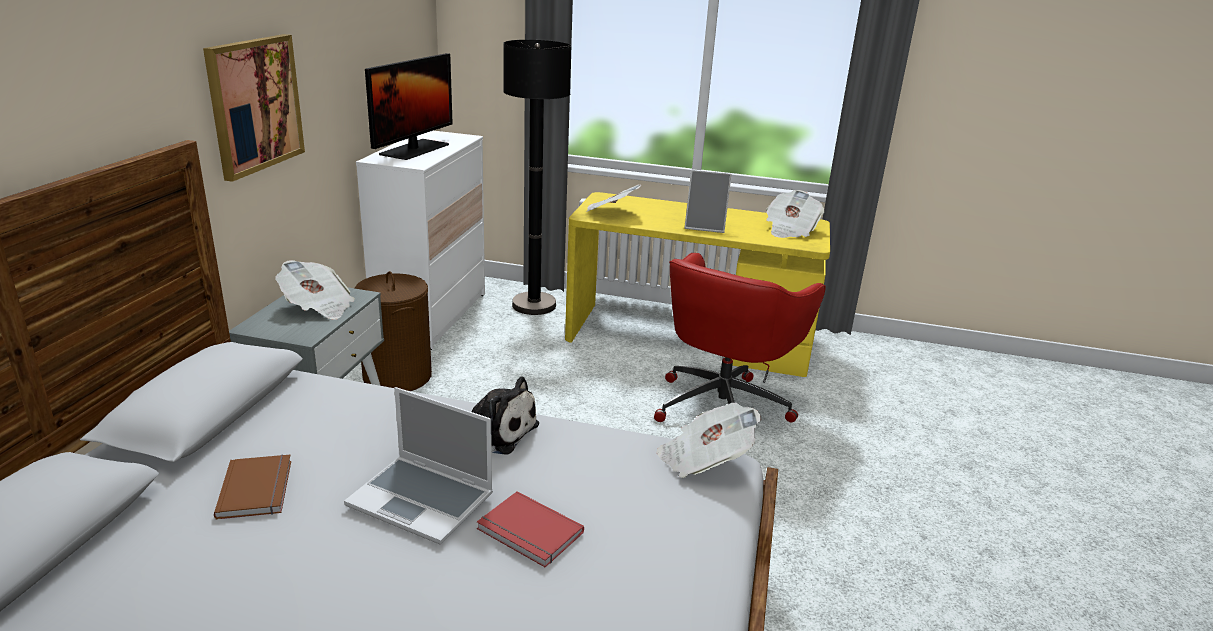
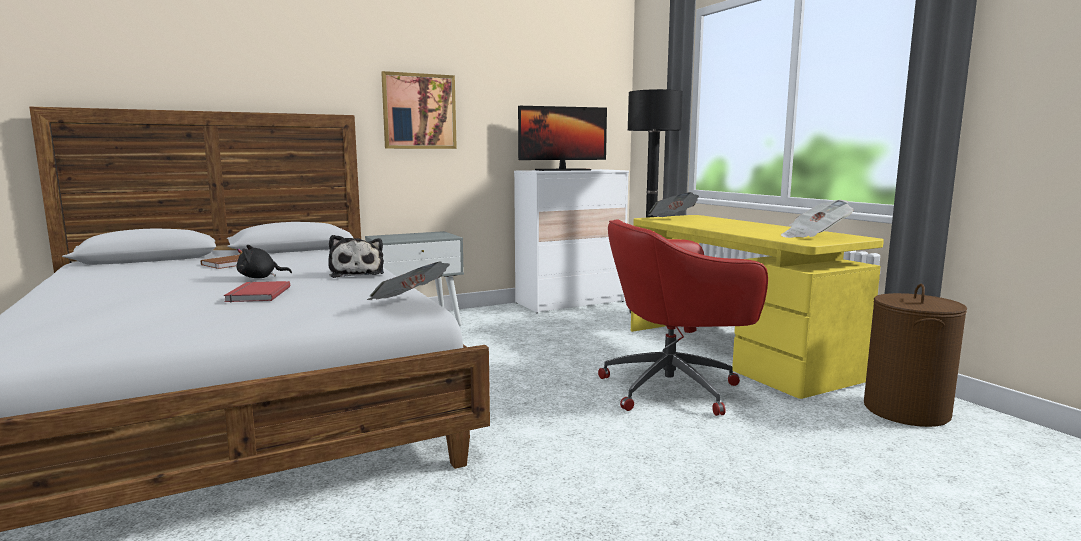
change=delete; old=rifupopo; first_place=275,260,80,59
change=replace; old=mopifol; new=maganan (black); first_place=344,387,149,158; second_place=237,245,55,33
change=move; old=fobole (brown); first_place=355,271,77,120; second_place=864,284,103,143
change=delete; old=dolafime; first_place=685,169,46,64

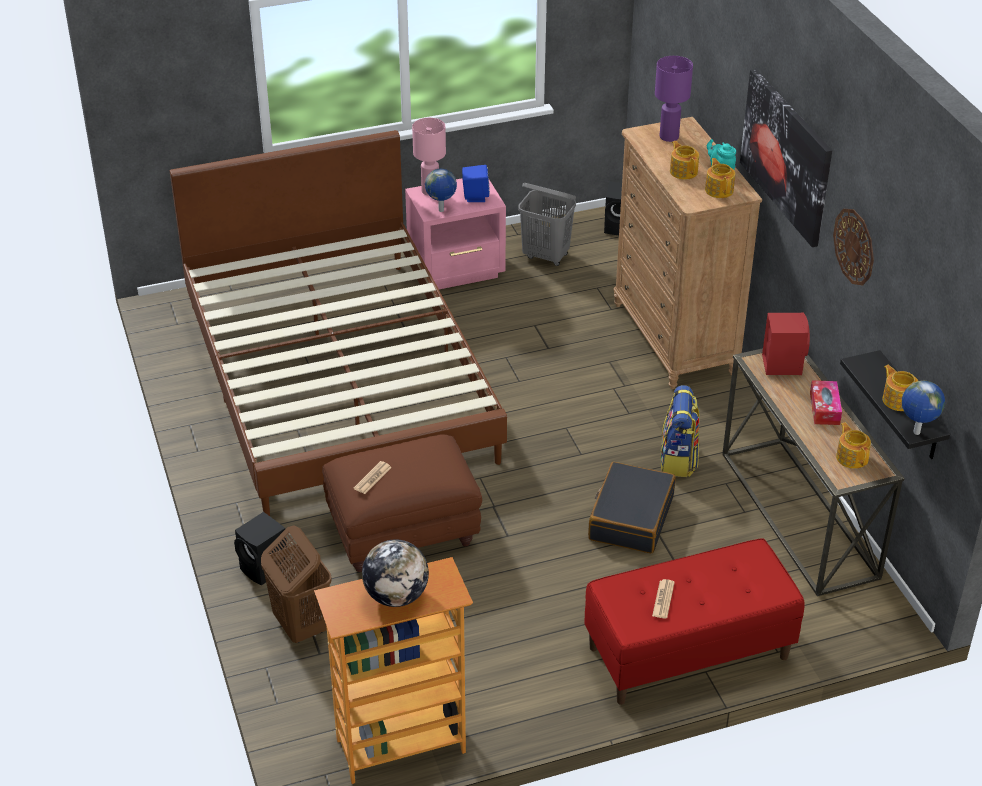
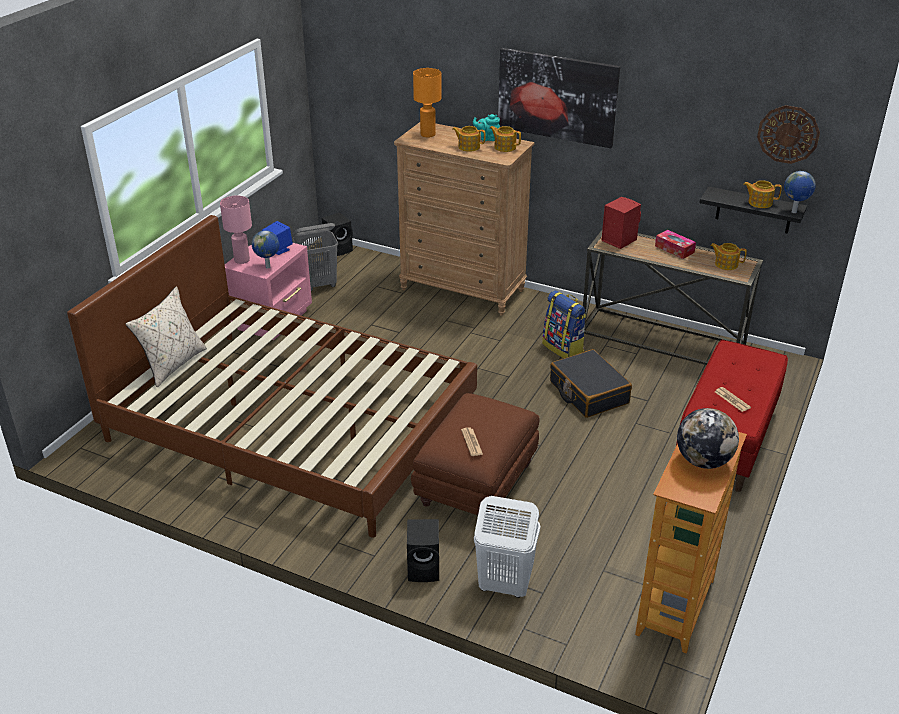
change=recolor; old=fobole (brown); new=fobole (white); first_place=261,525,71,118; second_place=474,496,67,102
change=recolor; old=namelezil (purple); new=namelezil (orange); first_place=655,56,38,86; second_place=413,68,29,69
change=move; old=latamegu; first_place=833,209,41,76; second_place=757,105,63,59
change=insert; new=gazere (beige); second_place=125,286,82,101

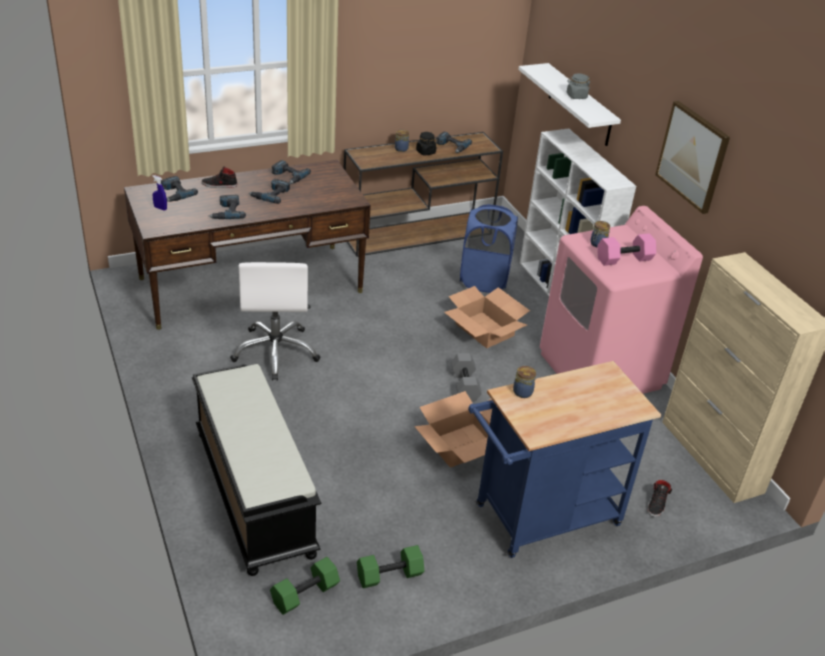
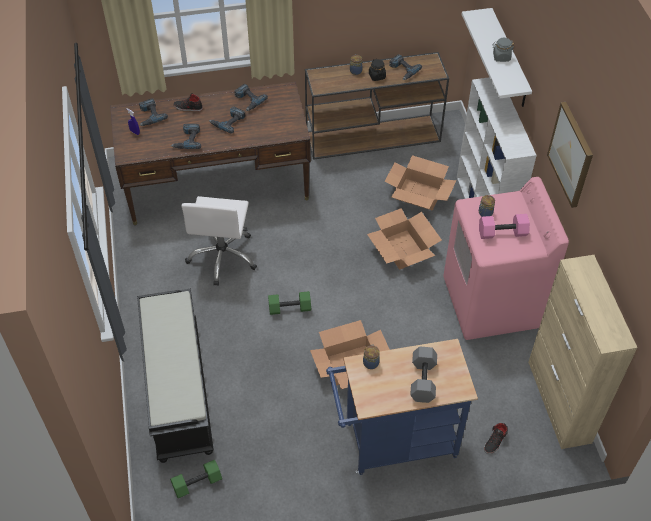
change=move; old=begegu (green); first_place=357,545,67,43; second_place=268,291,43,24
change=move; old=begegu (grey); first_place=451,353,31,49; second_place=410,346,27,57
change=replace; old=fobole (blue); new=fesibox; first_place=460,204,58,89; second_place=384,155,73,55

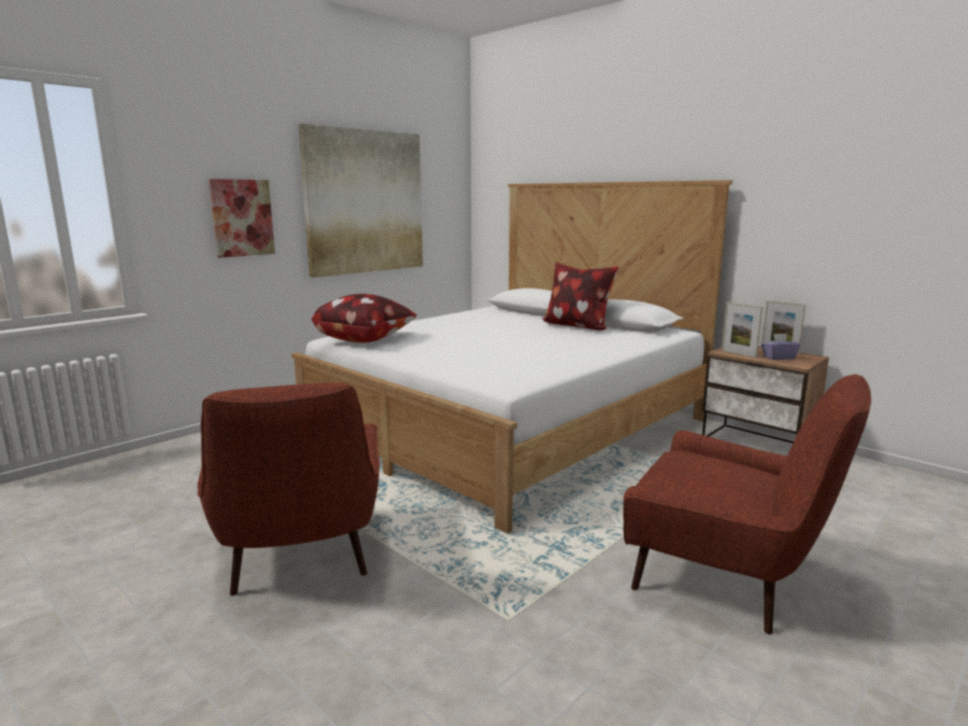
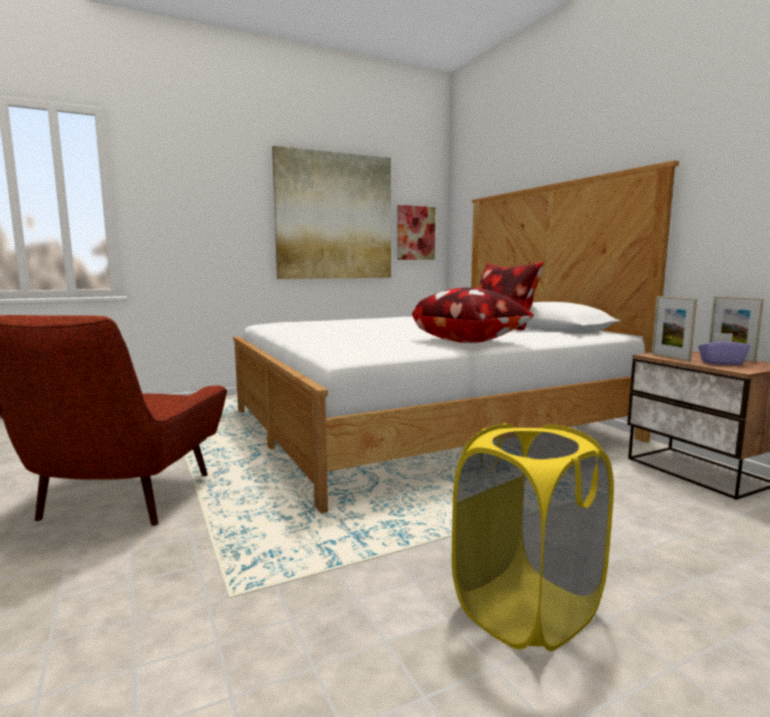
change=move; old=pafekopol; first_place=209,179,66,79; second_place=397,205,38,55
change=move; old=gazere; first_place=311,294,106,49; second_place=412,287,122,56
change=replace; old=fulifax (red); new=fobole (yellow); first_place=623,374,248,260; second_place=452,423,162,228

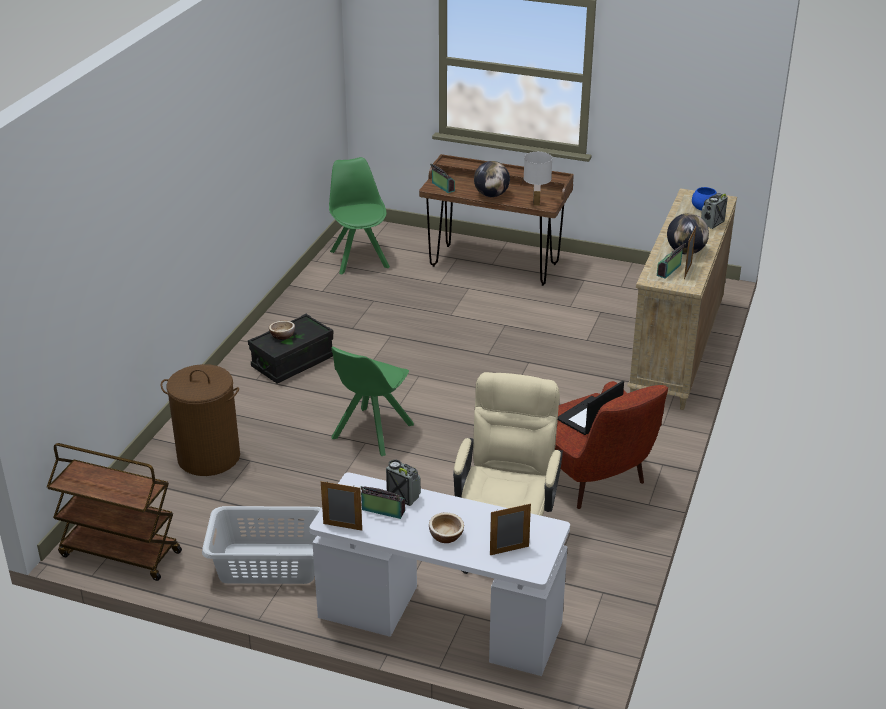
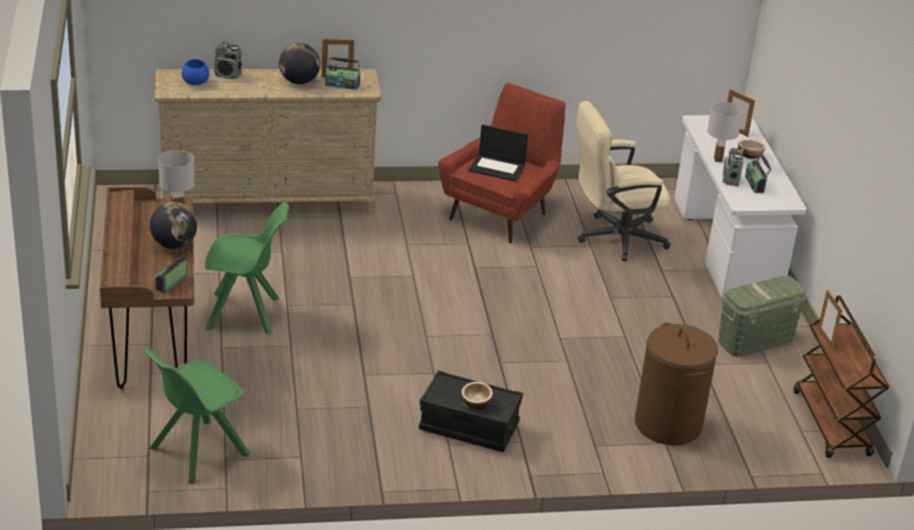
change=replace; old=fobole (grey); new=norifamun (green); first_place=202,506,119,78; second_place=718,275,88,82
change=move; old=dolafime; first_place=321,481,41,50; second_place=818,290,24,60
change=move; old=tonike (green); first_place=331,347,83,109; second_place=205,202,84,133
change=insert; new=namelezil (white); second_place=707,102,36,60

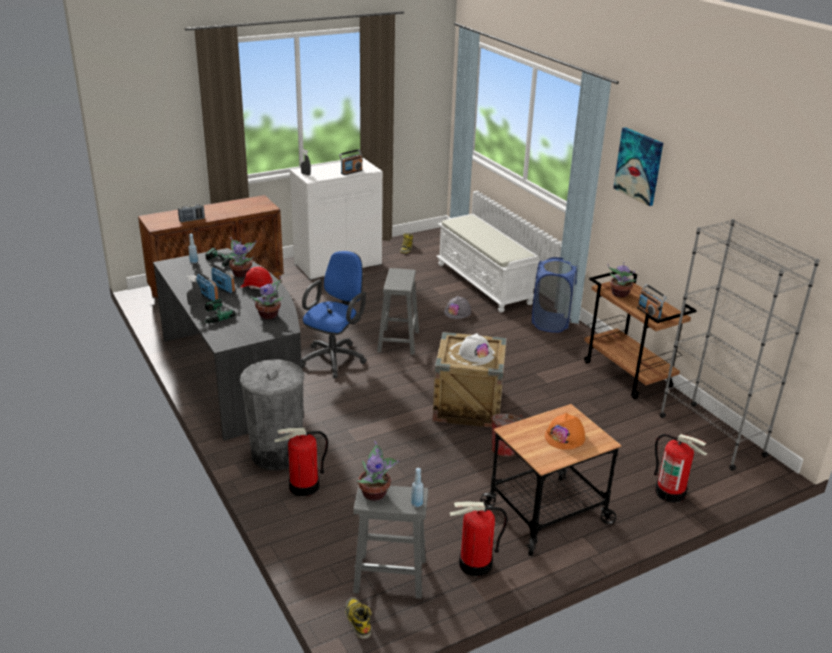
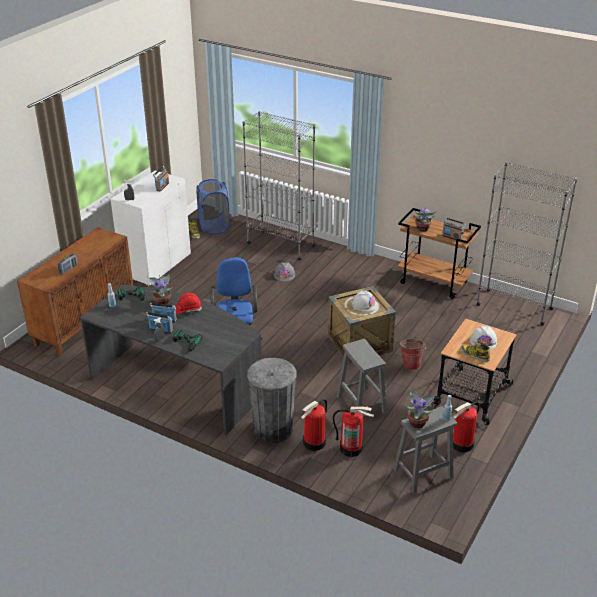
change=delete; old=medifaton; first_place=251,276,33,43
change=move; old=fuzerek; first_place=345,598,26,41; second_place=460,342,30,20
change=move; old=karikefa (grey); first_place=377,268,42,87; second_place=337,339,50,74
change=replace; old=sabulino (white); new=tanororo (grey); first_place=436,214,104,99; second_place=243,111,73,149
change=move; old=fobole (blue); first_place=532,257,46,76; second_place=196,179,34,55
change=recolor; old=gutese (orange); new=gutese (white); first_place=545,413,40,37; second_place=470,326,27,24
change=delete; old=pafekopol; first_place=613,127,50,79
change=move; old=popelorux; first_place=654,434,53,69; second_place=332,406,42,51

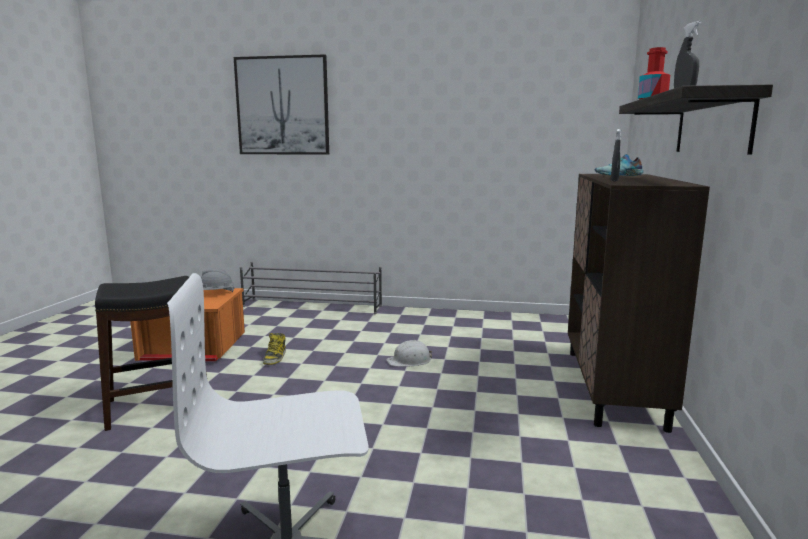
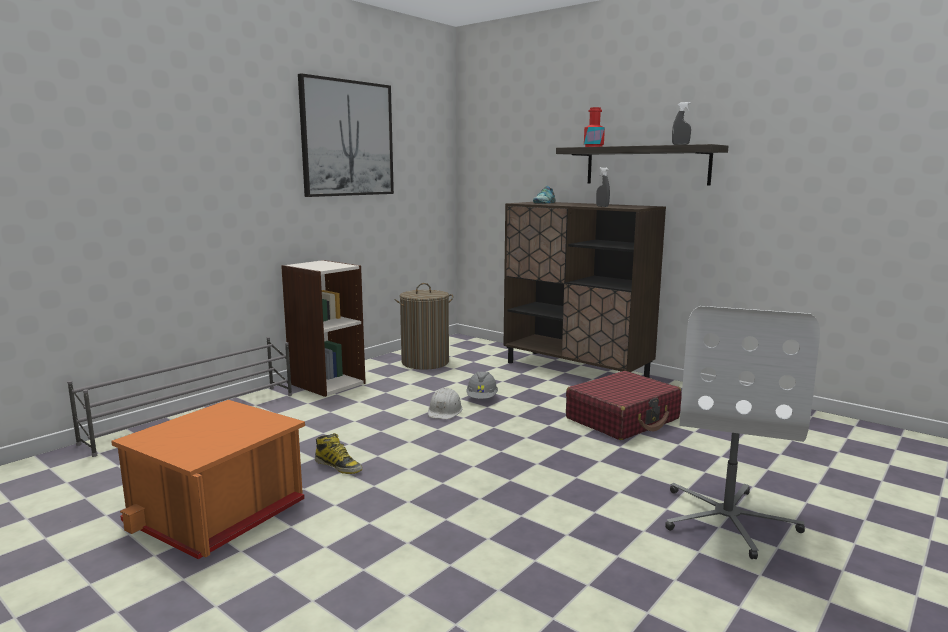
change=delete; old=karikefa (black); first_place=95,276,112,155
change=move; old=gutese (grey); first_place=201,268,34,24; second_place=467,371,31,28
change=move; old=pafekopol; first_place=234,54,95,101; second_place=298,73,96,124
change=insert; new=tanororo; second_place=281,260,85,137
change=insert; new=fobole; second_place=395,283,58,87
change=insert; new=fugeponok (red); second_place=566,371,116,69

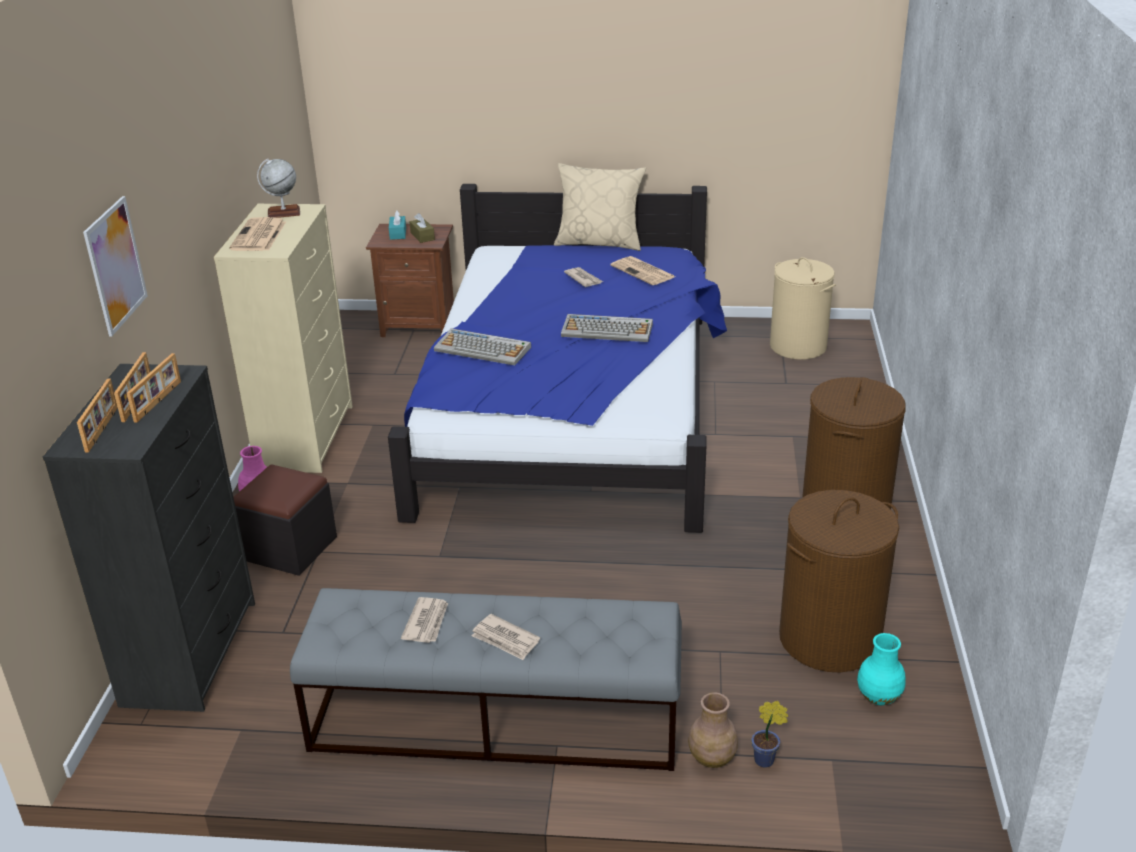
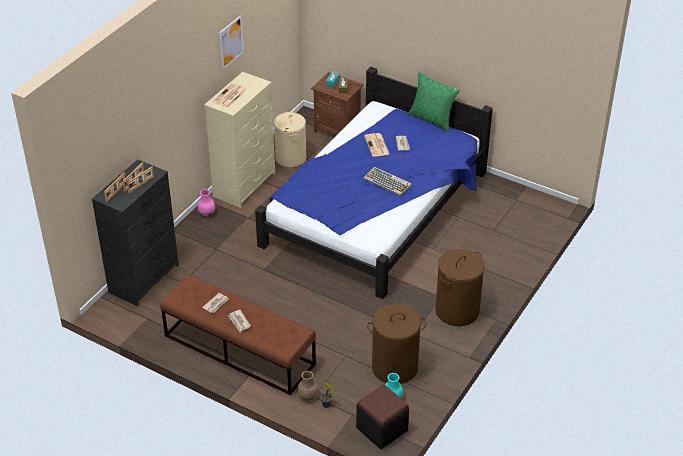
change=move; old=pafekopol; first_place=83,196,65,140; second_place=219,15,25,54
change=move; old=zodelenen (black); first_place=233,465,104,111; second_place=356,385,53,64
change=delete; old=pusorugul; first_place=257,159,43,59
change=recolor; old=sabulino (grey); new=sabulino (brown); first_place=290,588,392,183; second_place=160,275,156,120
change=delete; old=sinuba; first_place=434,328,97,37
change=recolor; old=gazere (beige); new=gazere (green); first_place=554,163,92,88; second_place=408,72,52,60
change=move; old=rifupopo; first_place=611,256,64,29; second_place=364,133,25,24
change=move; old=fobole (beige); first_place=770,257,66,103; second_place=274,112,32,55

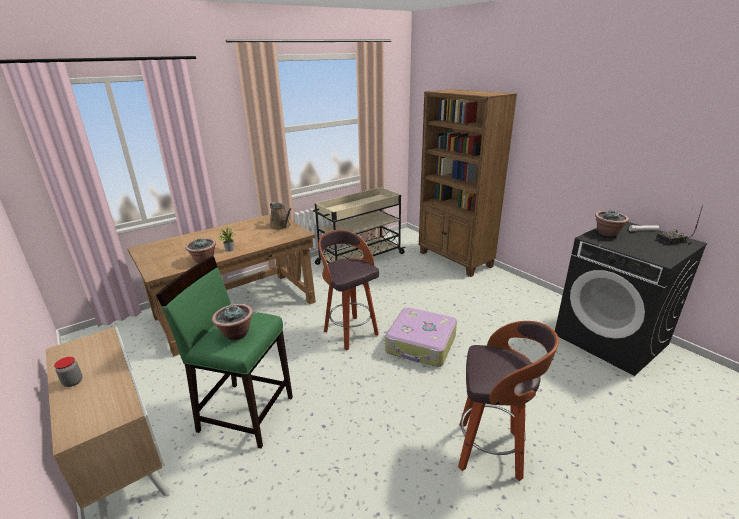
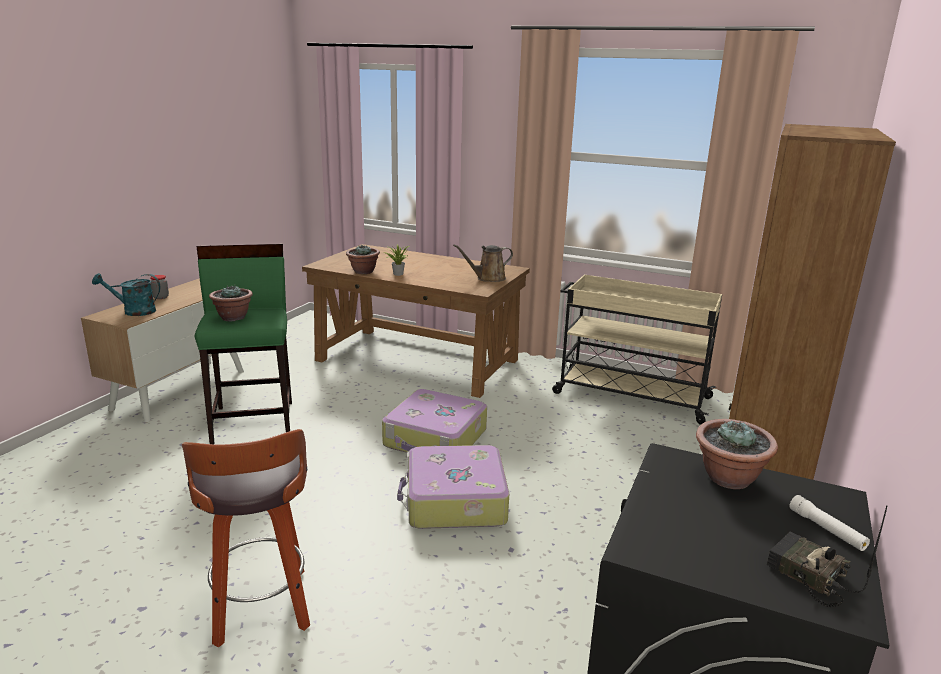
change=rotate; old=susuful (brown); first_place=270,202,21,28; second_place=453,244,60,38; degrees=45
change=replace; old=karikefa; new=fugeponok; first_place=318,230,61,120; second_place=382,389,105,64
change=insert; new=susuful (turquoise); second_place=92,273,68,43

